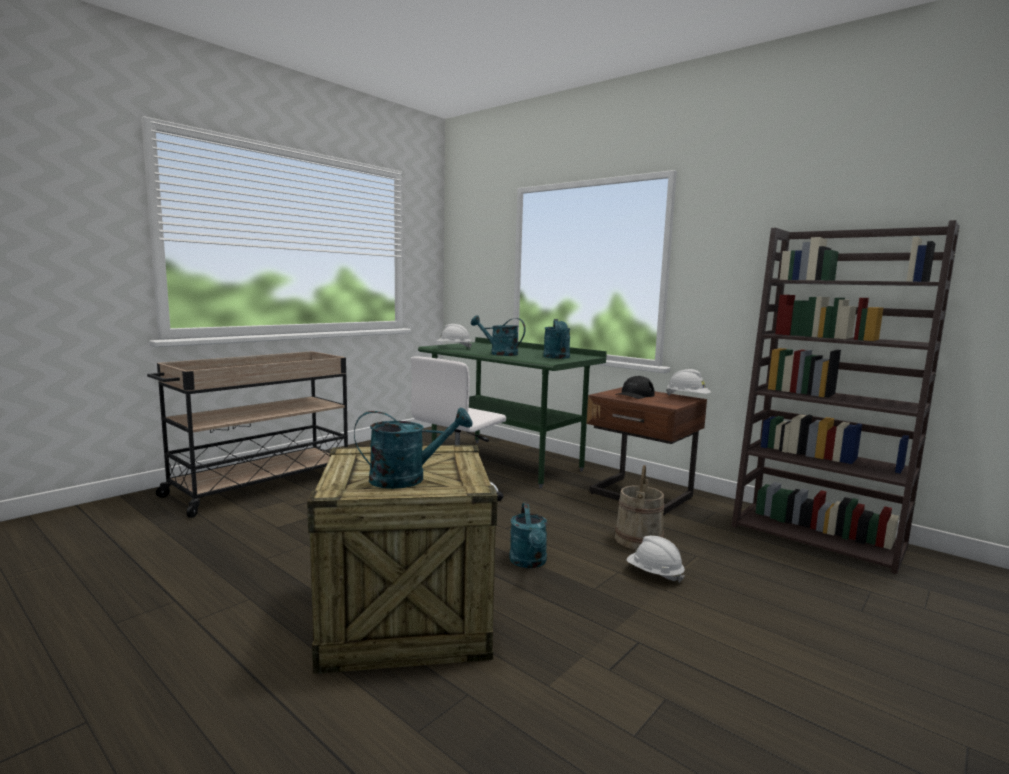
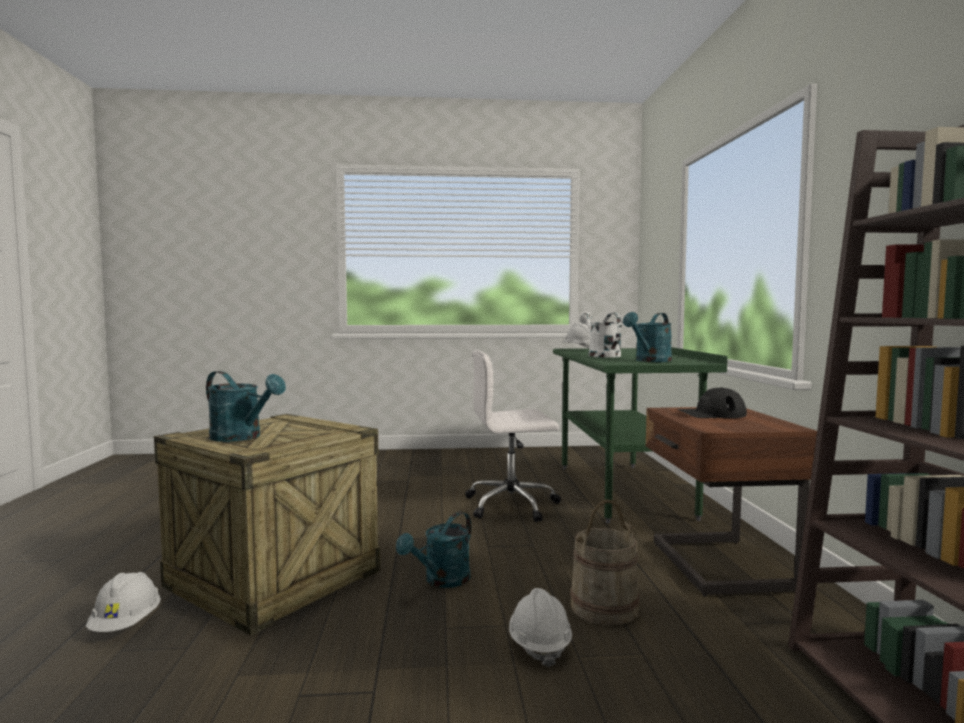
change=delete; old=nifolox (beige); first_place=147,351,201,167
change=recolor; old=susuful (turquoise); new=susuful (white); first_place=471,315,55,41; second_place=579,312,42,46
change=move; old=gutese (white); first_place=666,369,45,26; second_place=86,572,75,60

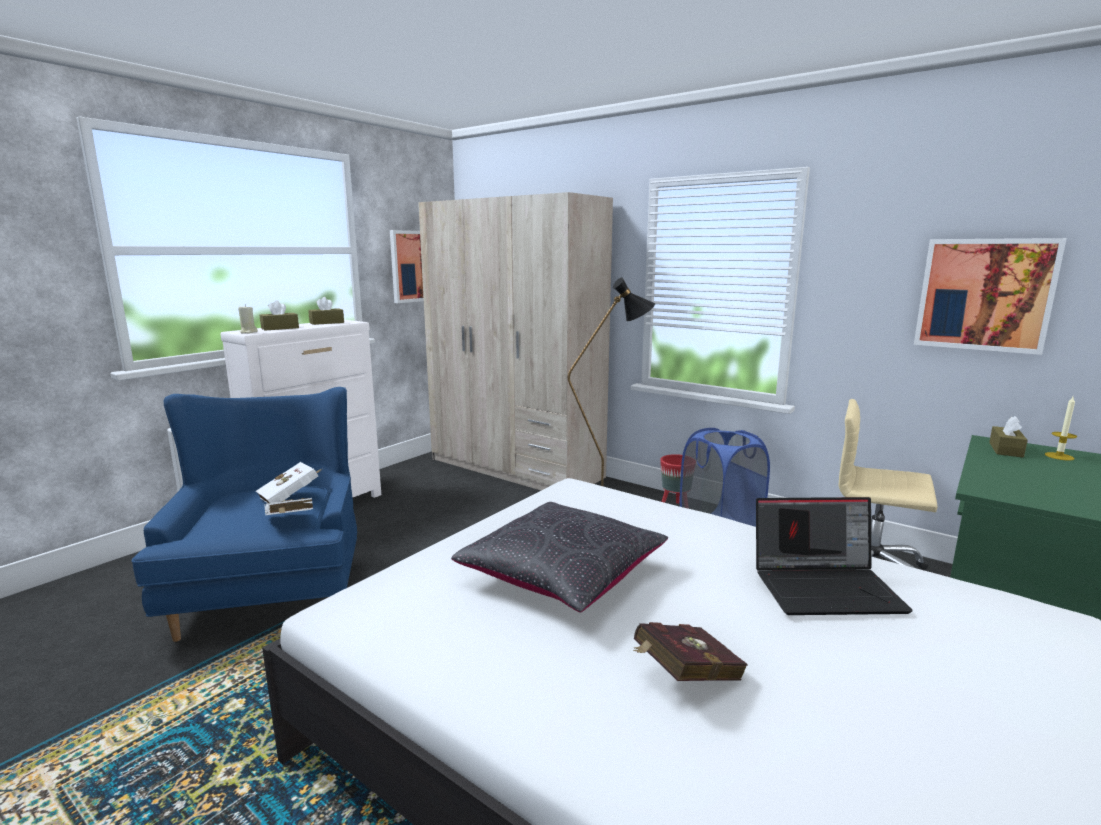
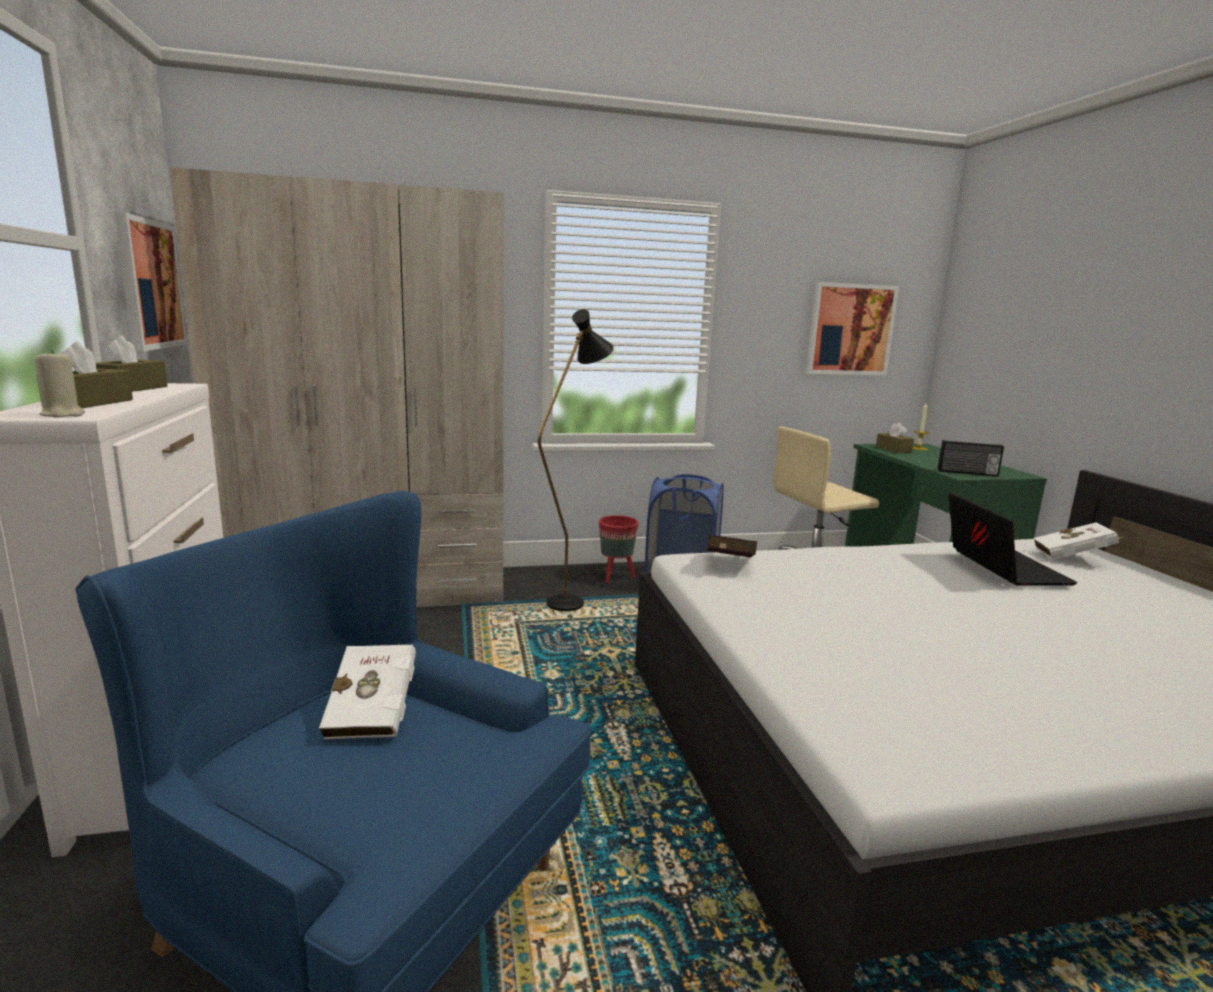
change=move; old=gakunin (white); first_place=265,498,48,17; second_place=1033,522,93,37
change=delete; old=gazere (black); first_place=451,502,217,111
change=move; old=gakunin (red); first_place=633,622,115,59; second_place=707,535,50,23
change=rotate; old=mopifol; first_place=756,497,157,118; second_place=949,492,129,93; degrees=-45
change=insert; new=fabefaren; second_place=938,440,66,37

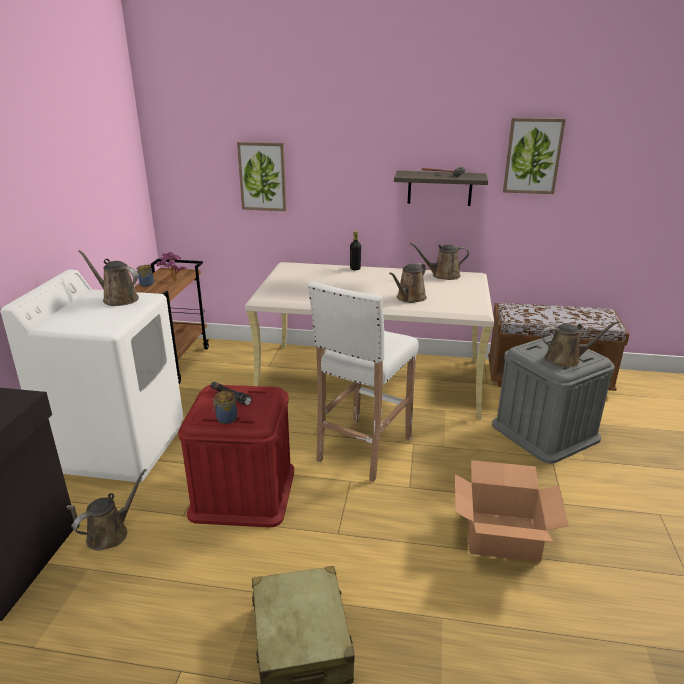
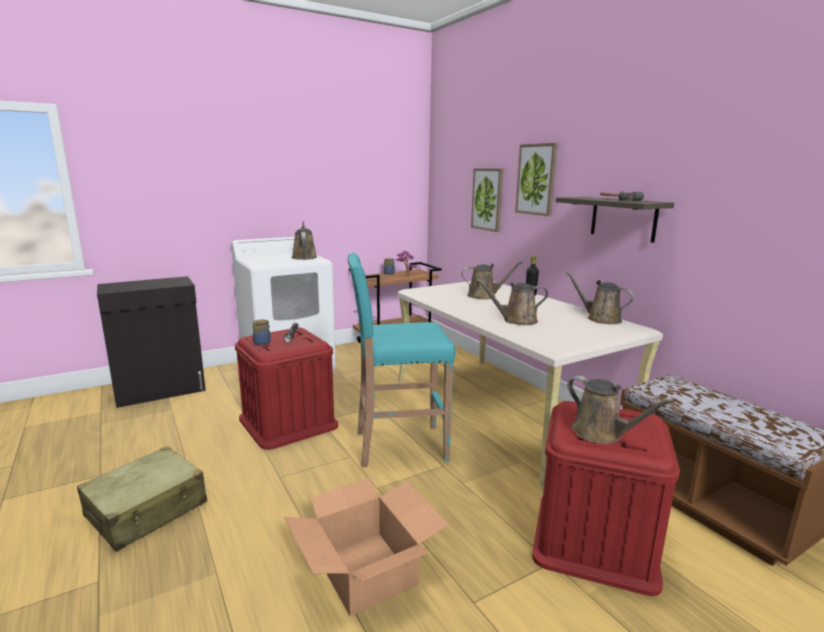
change=move; old=susuful (brown); first_place=73,469,74,82; second_place=461,261,62,39
change=recolor; old=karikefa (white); new=karikefa (turquoise); first_place=308,282,111,200; second_place=348,253,108,214
change=recolor; old=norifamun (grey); new=norifamun (red); first_place=492,335,123,129; second_place=532,401,148,195
change=move; old=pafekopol; first_place=503,118,63,76; second_place=515,143,43,73

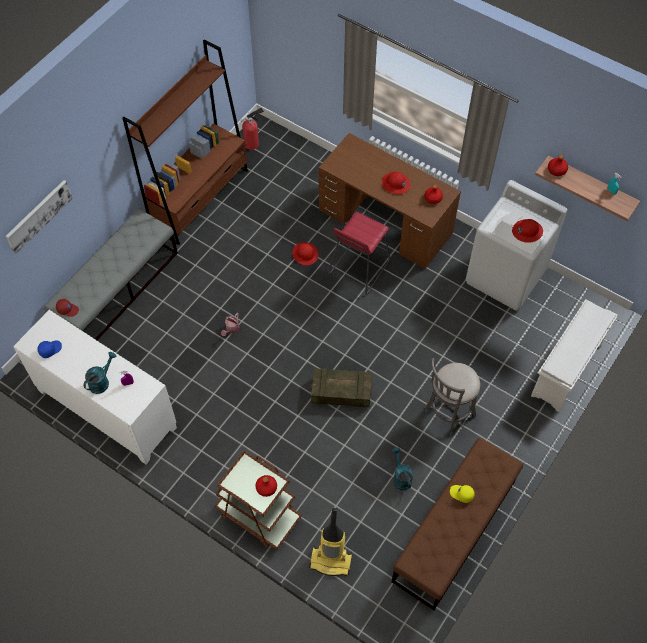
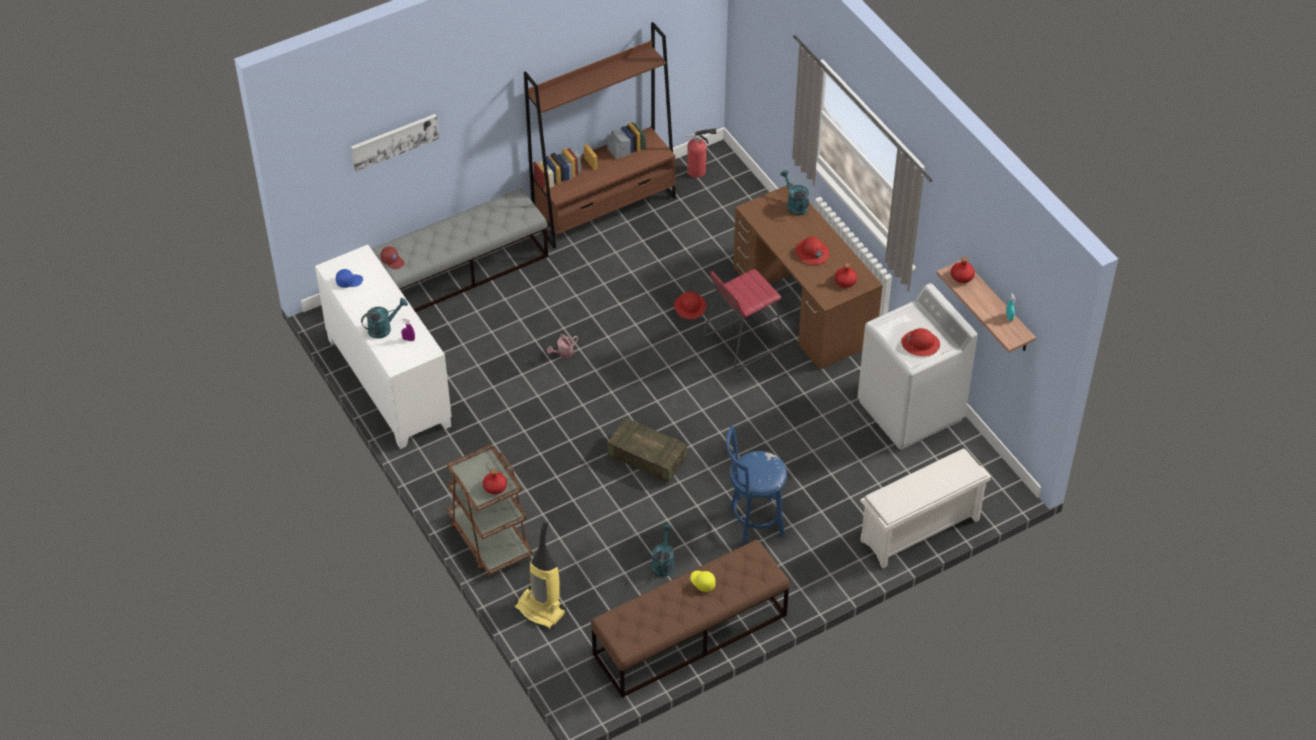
change=recolor; old=karikefa (grey); new=karikefa (blue); first_place=424,358,56,79; second_place=726,425,61,121
change=insert; new=susuful (turquoise); second_place=780,170,29,46

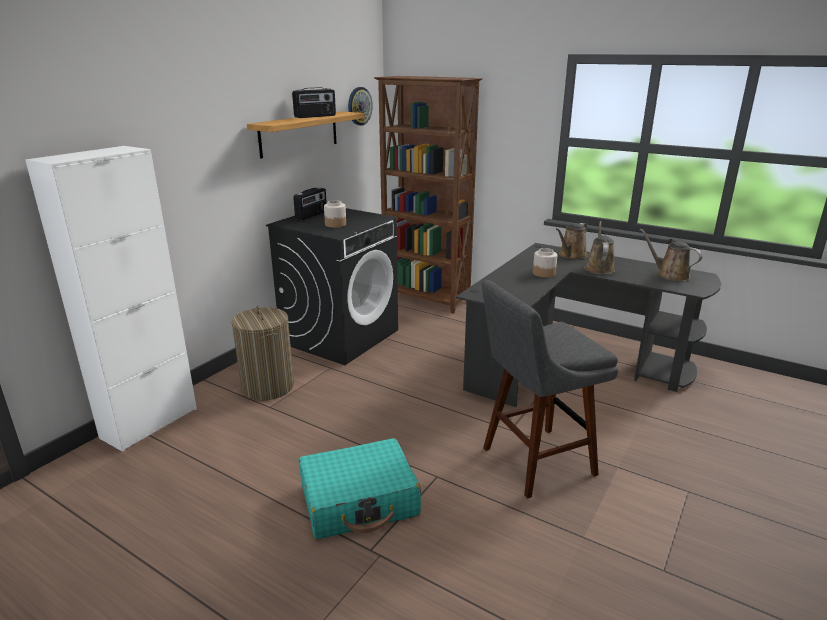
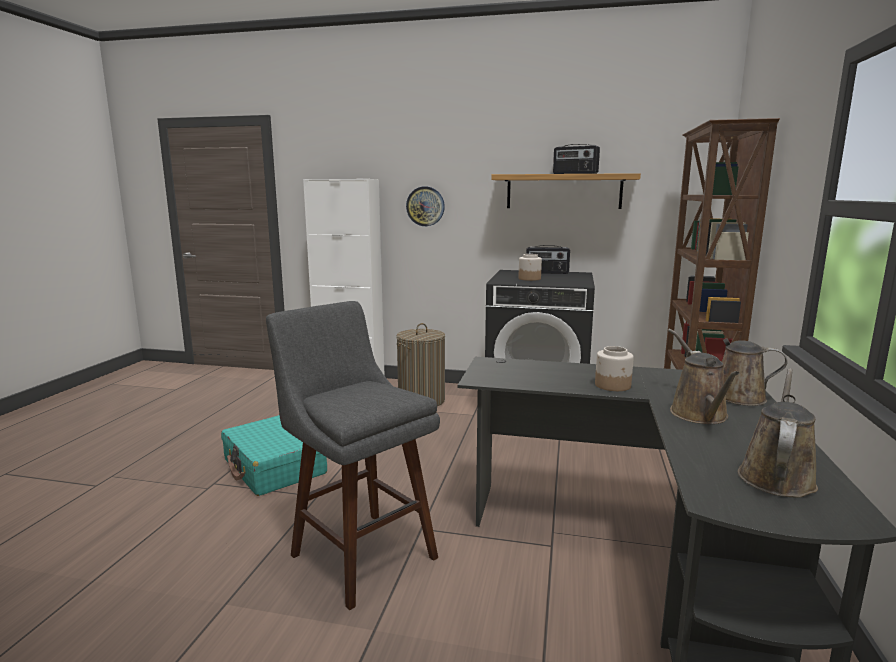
change=move; old=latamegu; first_place=348,87,25,38; second_place=406,186,39,40
change=rotate; old=susuful (brown); first_place=584,221,31,54; second_place=670,351,69,73; degrees=105

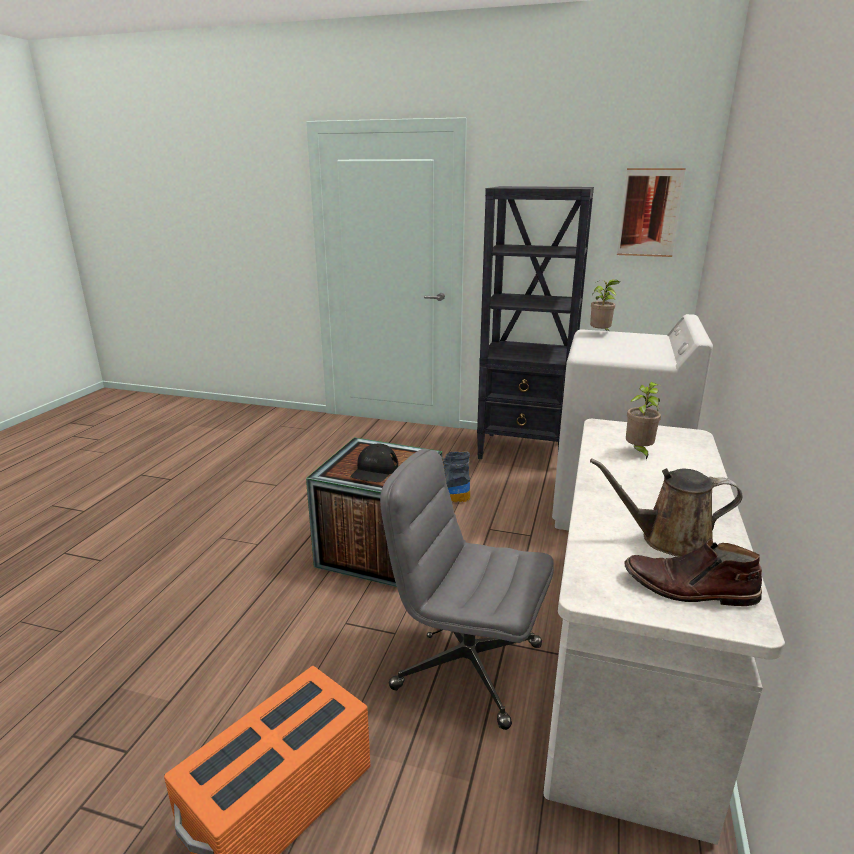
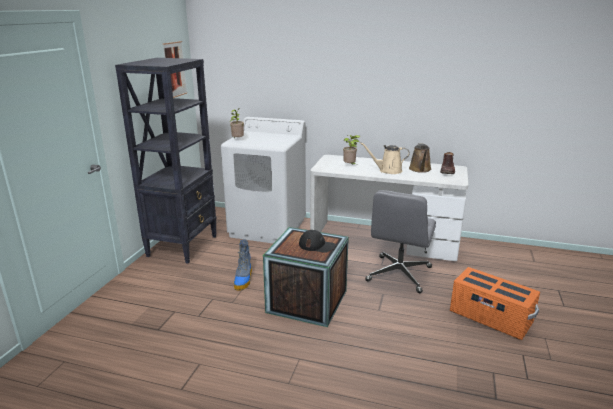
change=insert; new=susuful (beige); second_place=360,142,50,32

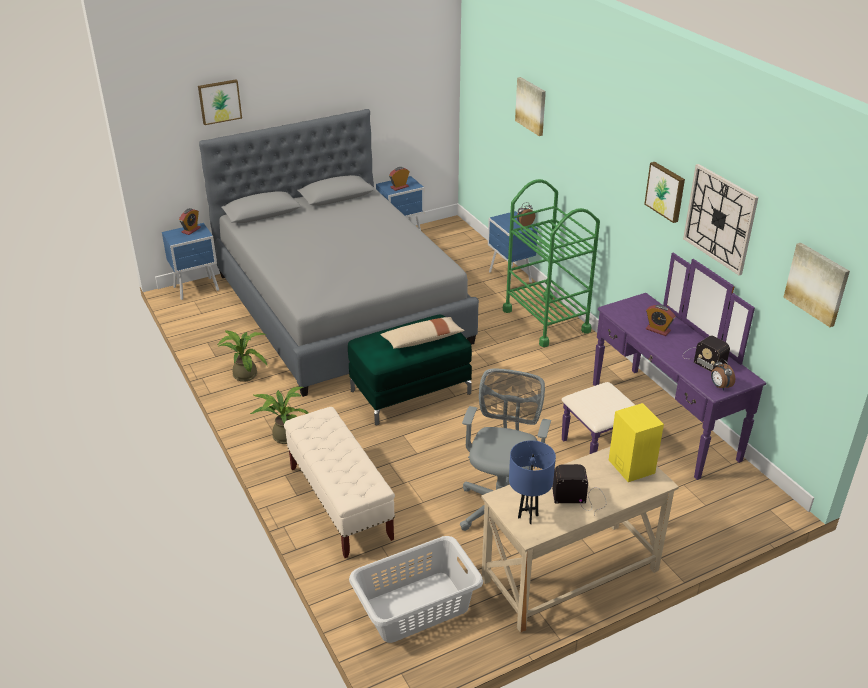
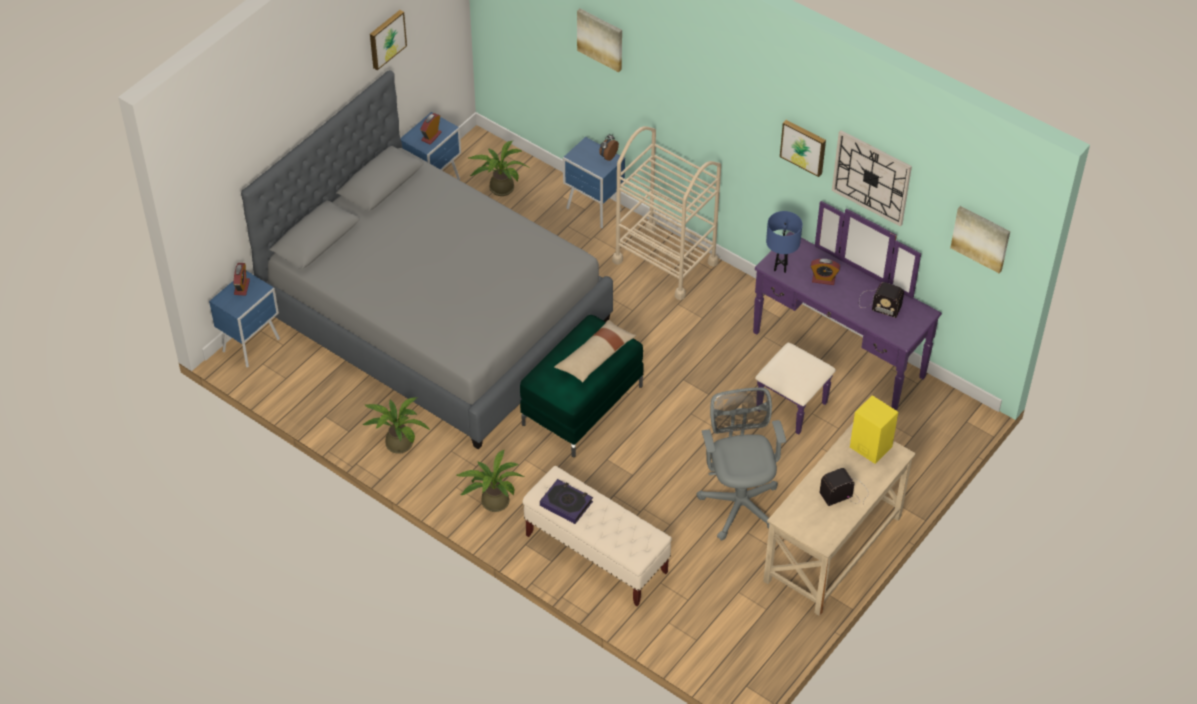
change=move; old=pafekopol; first_place=198,80,44,45; second_place=370,10,37,60
change=delete; old=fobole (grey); first_place=349,536,134,107
change=recolor; old=nifolox (green); new=nifolox (beige); first_place=503,179,97,168; second_place=612,126,109,174
change=move; old=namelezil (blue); first_place=509,440,47,84; second_place=766,211,36,62
change=delete; old=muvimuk; first_place=711,359,24,32
change=insert; new=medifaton; second_place=467,141,61,55
change=insert; new=gakunin; second_place=540,479,53,45

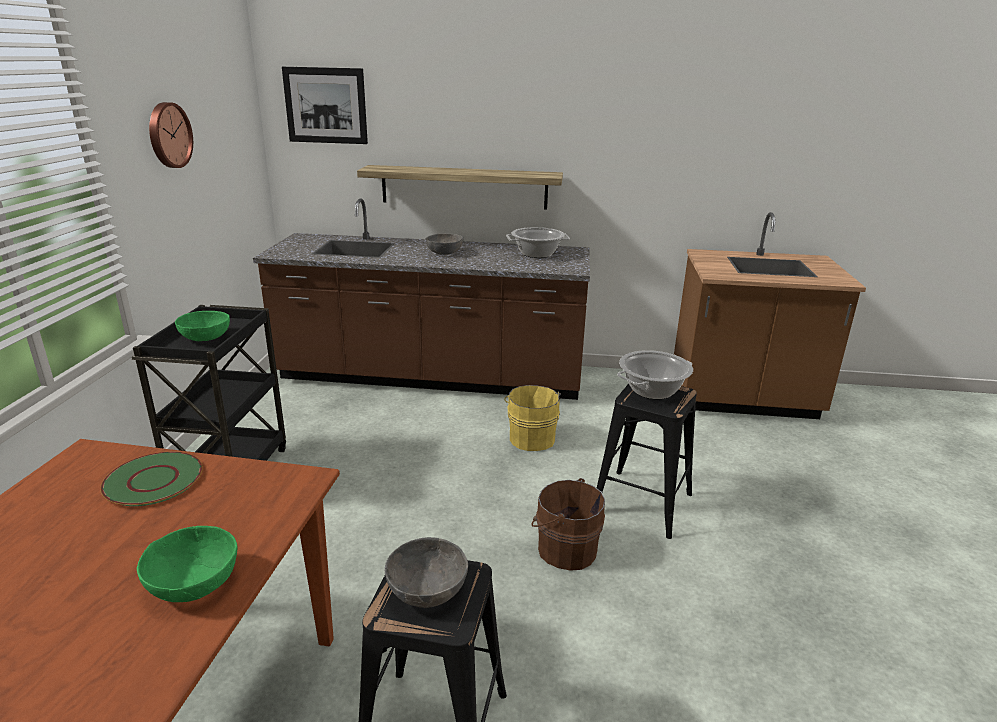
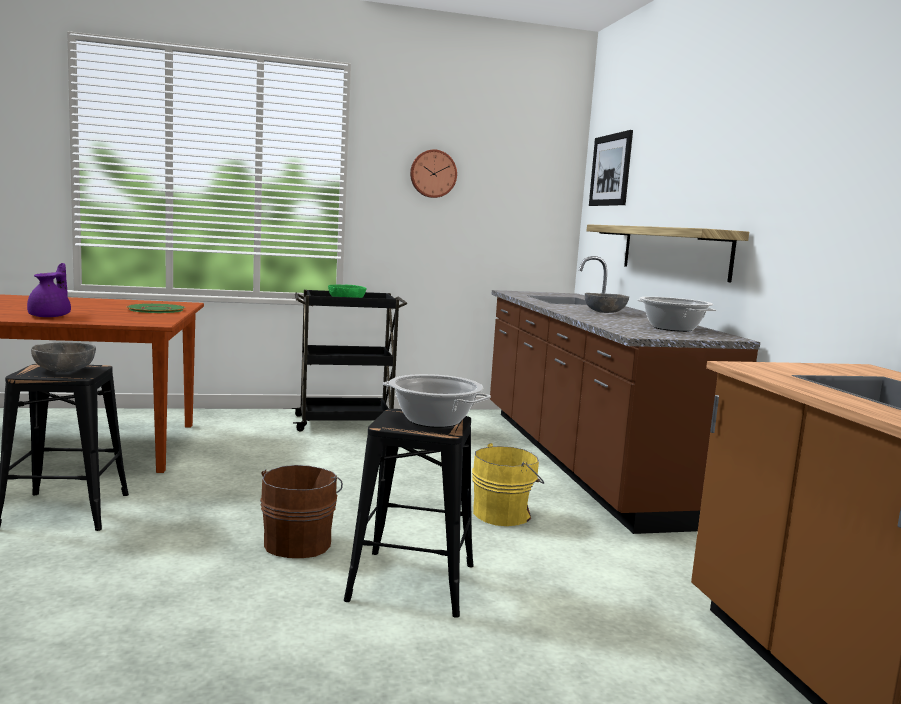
change=replace; old=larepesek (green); new=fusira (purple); first_place=137,526,101,76; second_place=27,263,44,54

